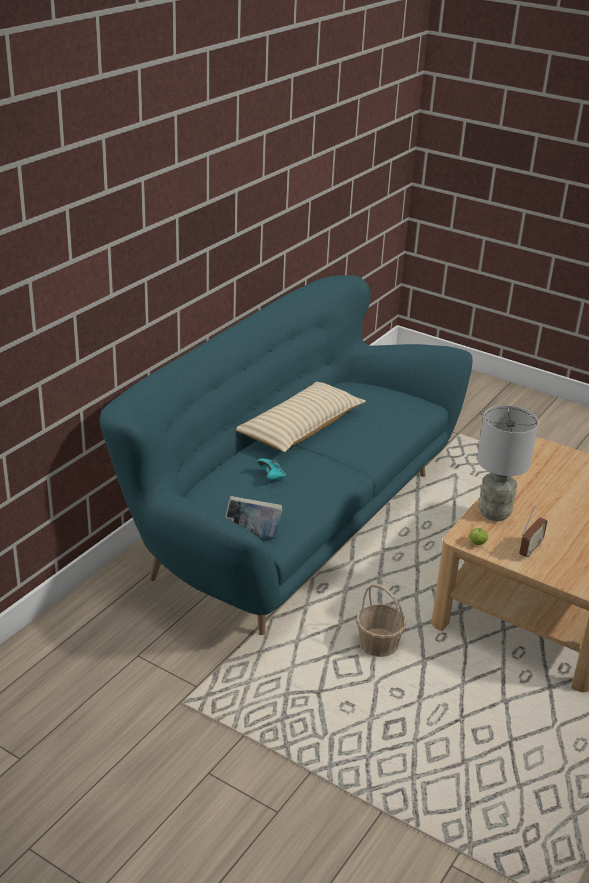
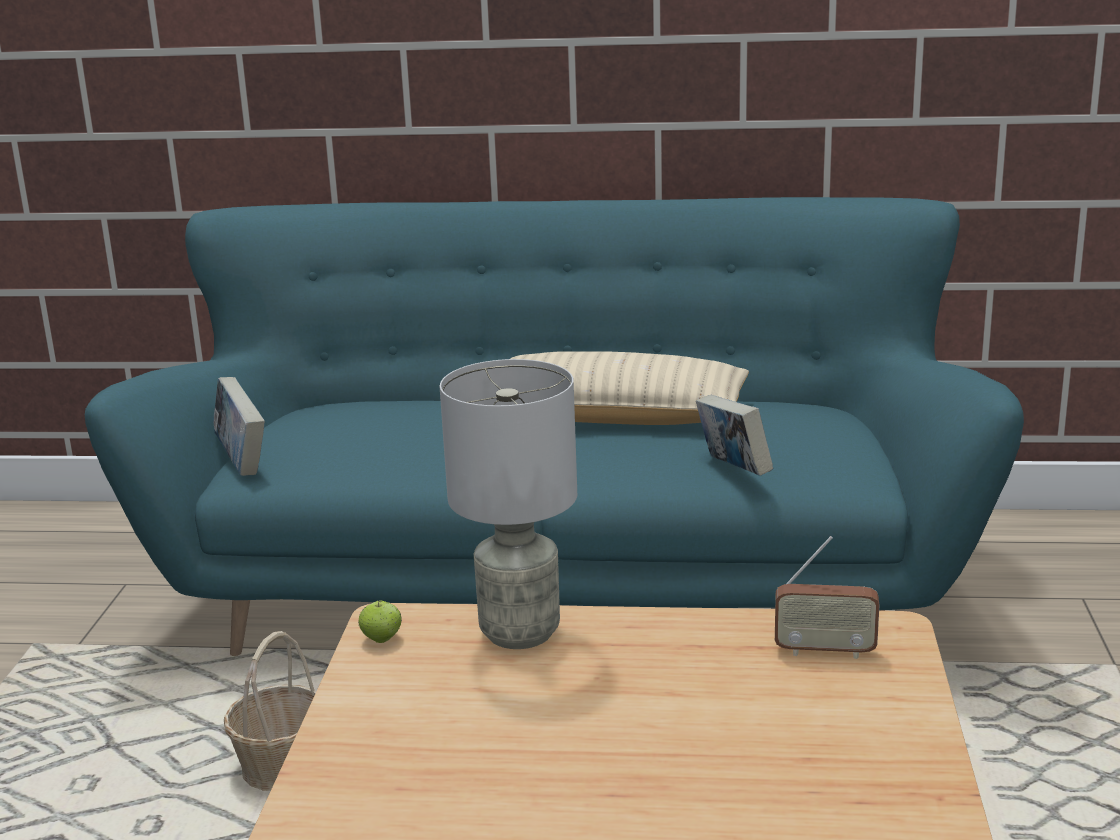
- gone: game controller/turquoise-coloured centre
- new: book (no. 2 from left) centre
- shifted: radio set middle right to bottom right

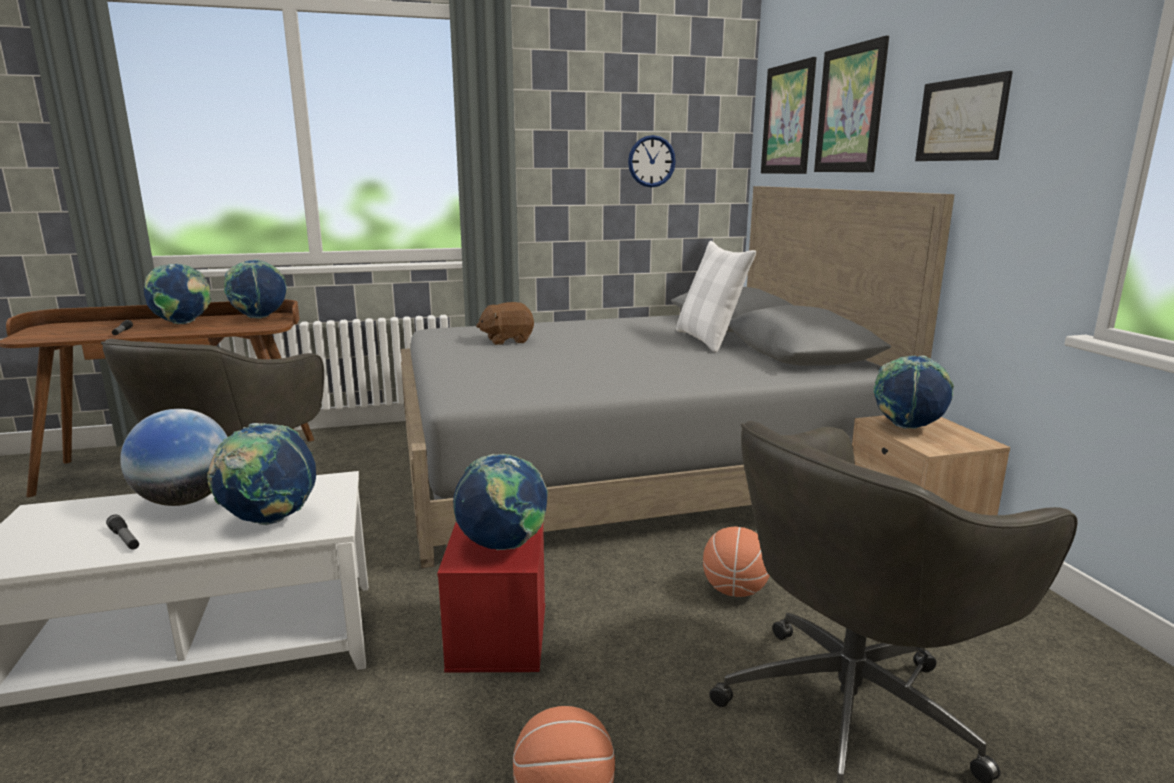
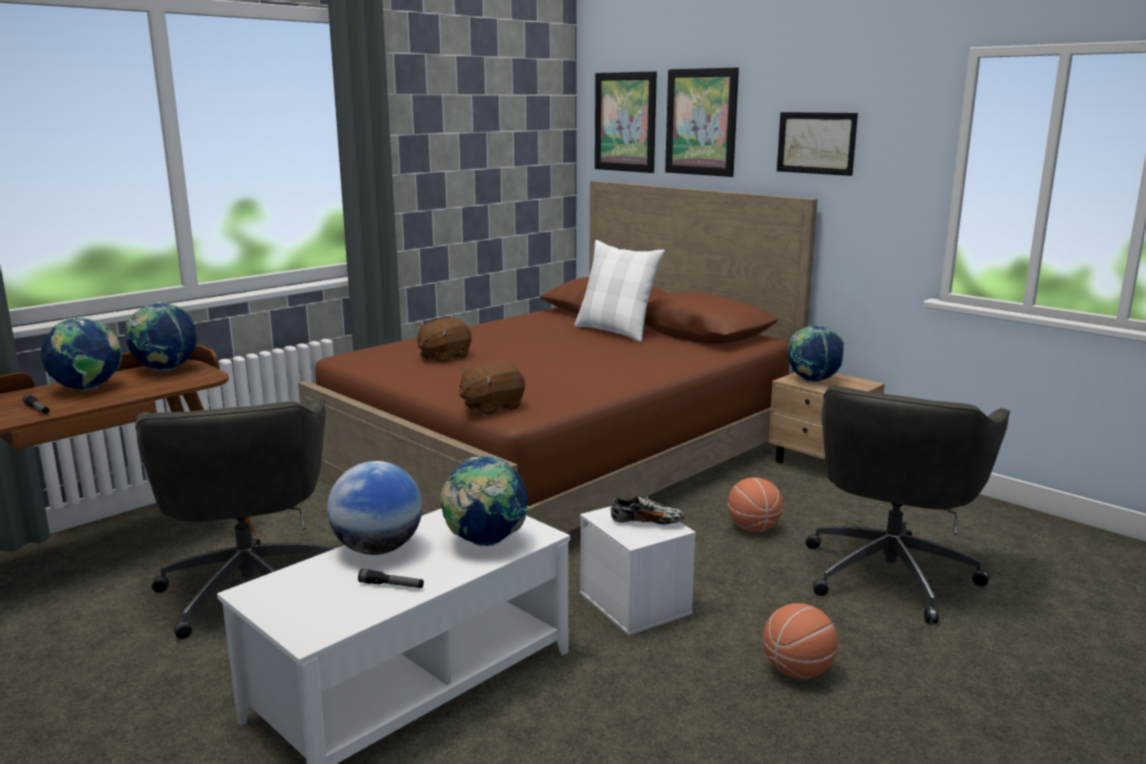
- gone: hanging clock top centre
- new: plush toy/brown-coloured (no. 2 from left) centre
- swapped: globe (no. 5 from left) centre to shoe bottom centre
- repainted: sleeping bed/greyish centre to sleeping bed/brown-coloured centre
- repainted: storage bin/red bottom centre to storage bin/whitish bottom centre

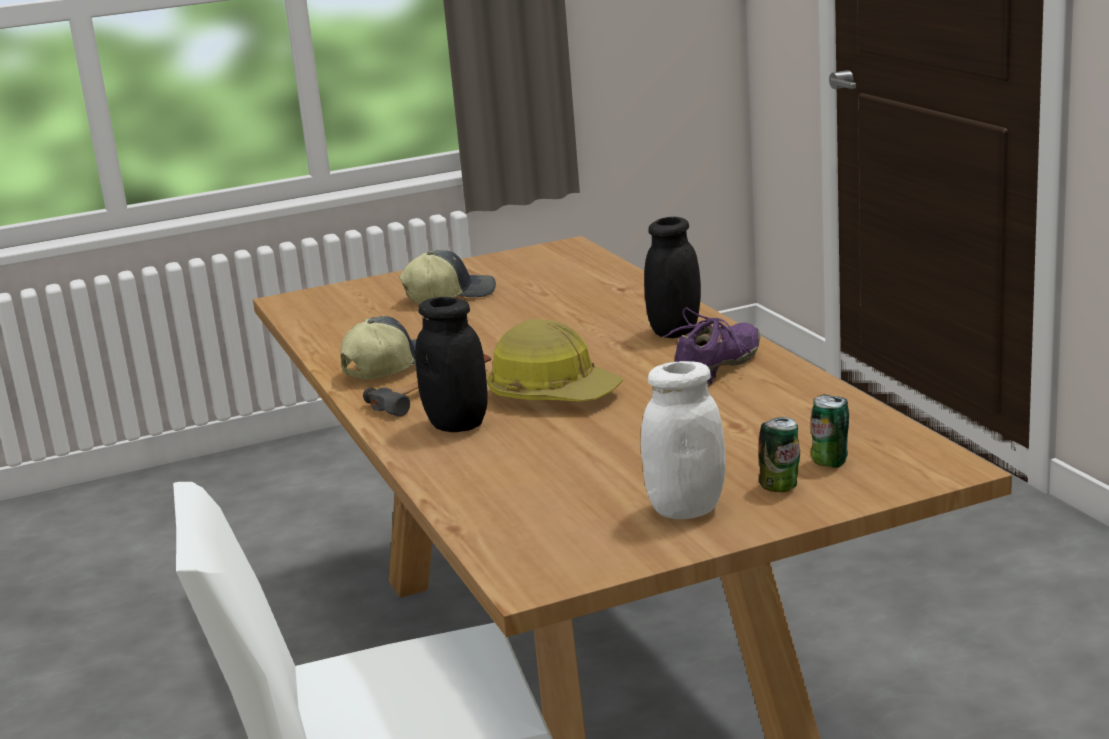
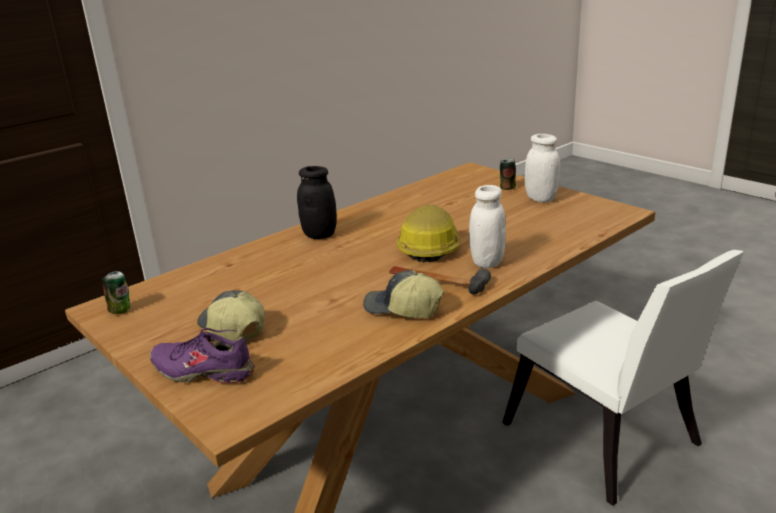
- shifted: shoe/purple centre to bottom left
- shifted: metal can (no. 2 from left in the first image) middle right to metal can (no. 1 from left) middle left
- repainted: jar/black (no. 1 from left) centre to jar/whitish (no. 1 from left) centre

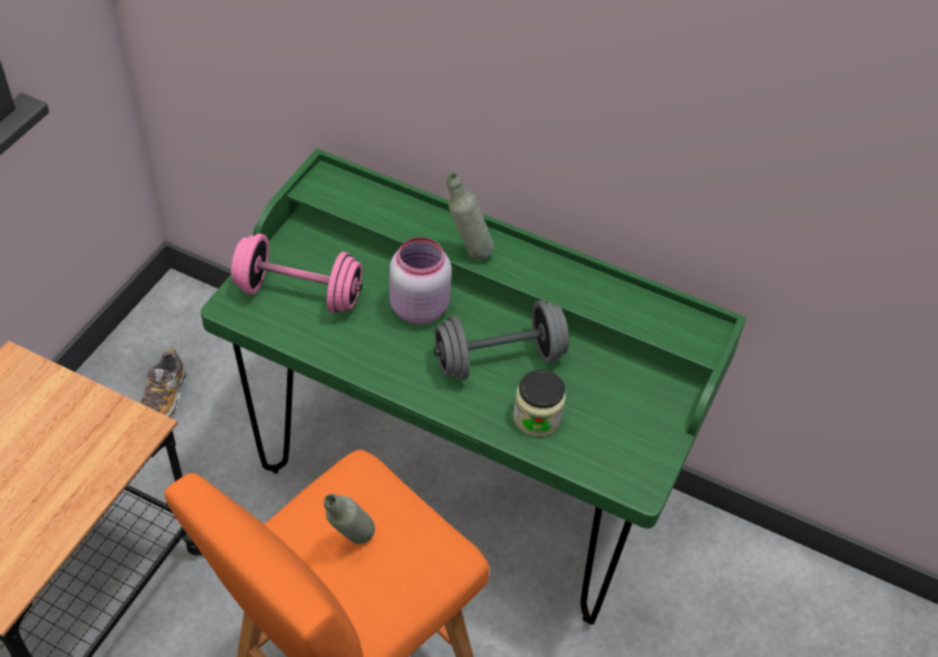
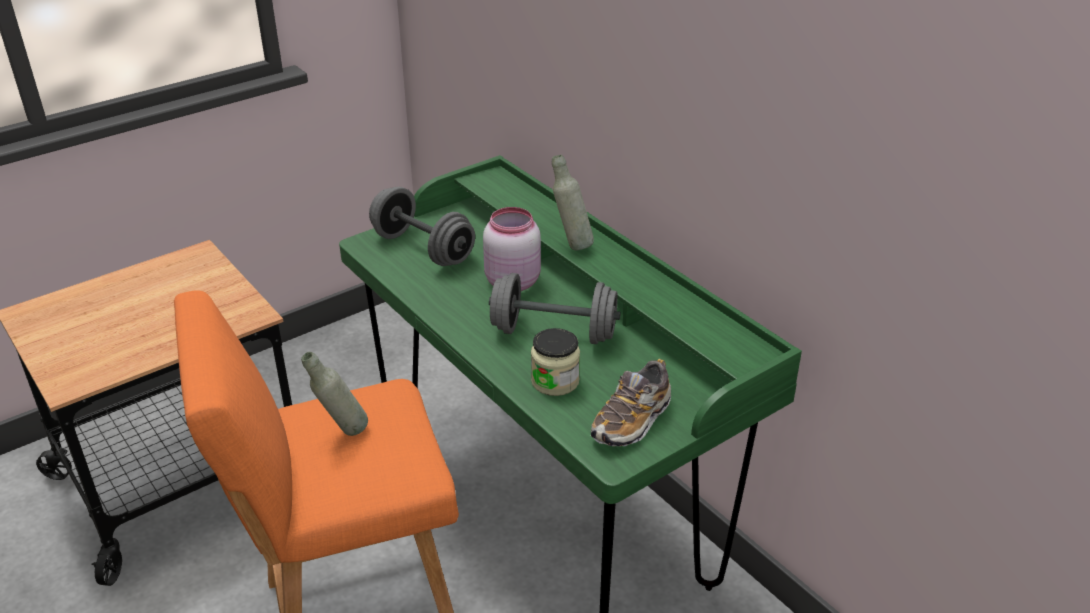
- shifted: shoe middle left to centre
- repainted: hand weight/pink middle left to hand weight/greyish (no. 1 from left) centre

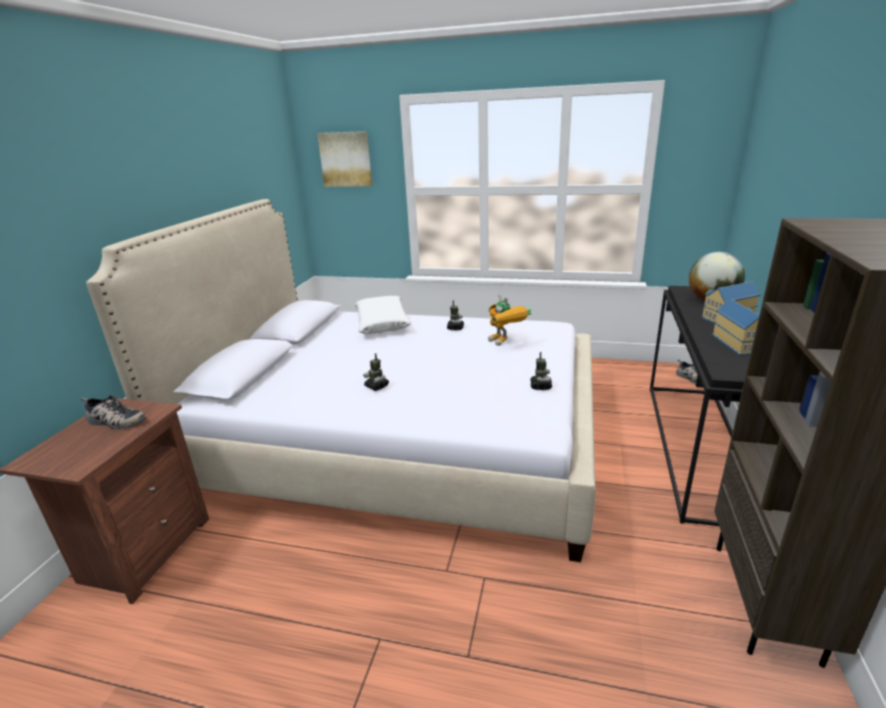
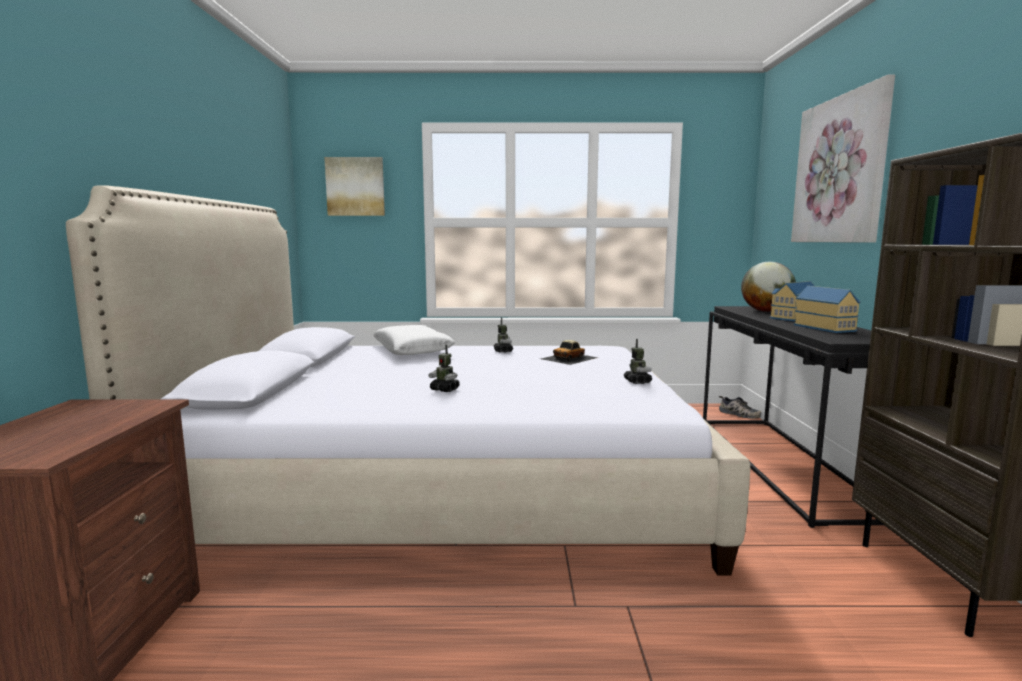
- gone: shoe (no. 1 from left) middle left
- new: wall art (no. 2 from left) top right
- swapped: model robot (no. 3 from left) centre to toy car centre

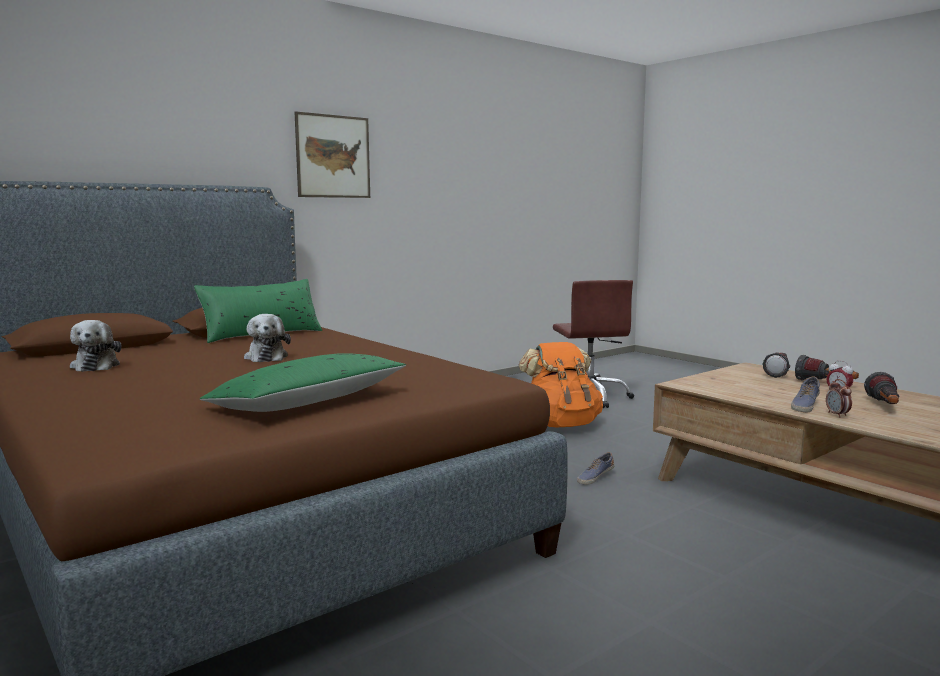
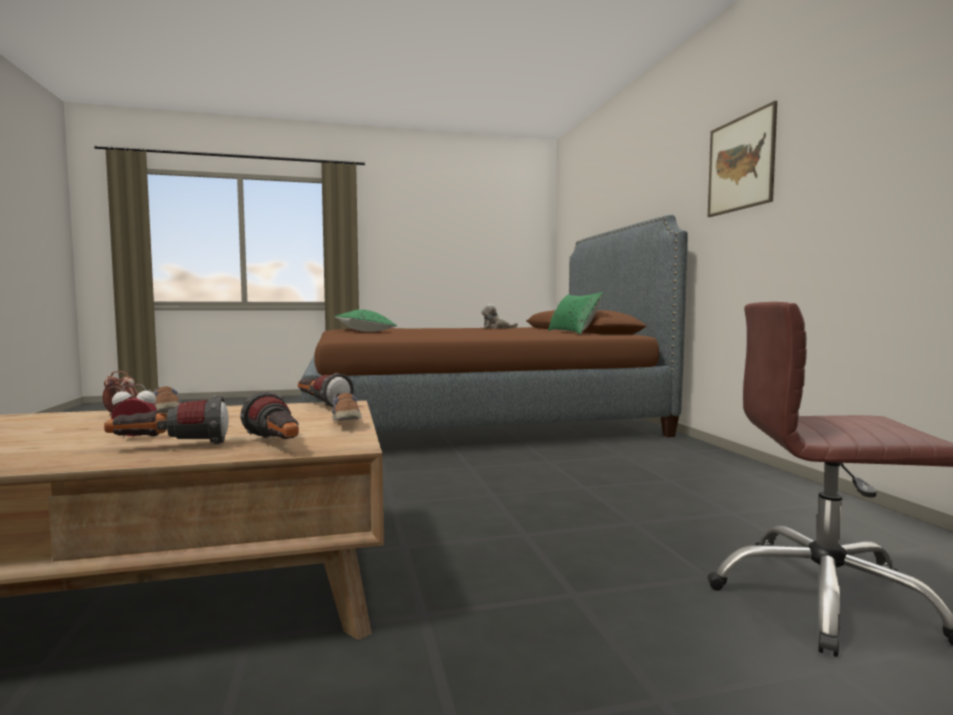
- gone: plush toy (no. 2 from left) middle left
- gone: rucksack/orangey centre
- shifted: shoe (no. 1 from left in the first image) bottom centre to shoe (no. 2 from left) centre
- shifted: hand torch (no. 3 from left) middle right to centre

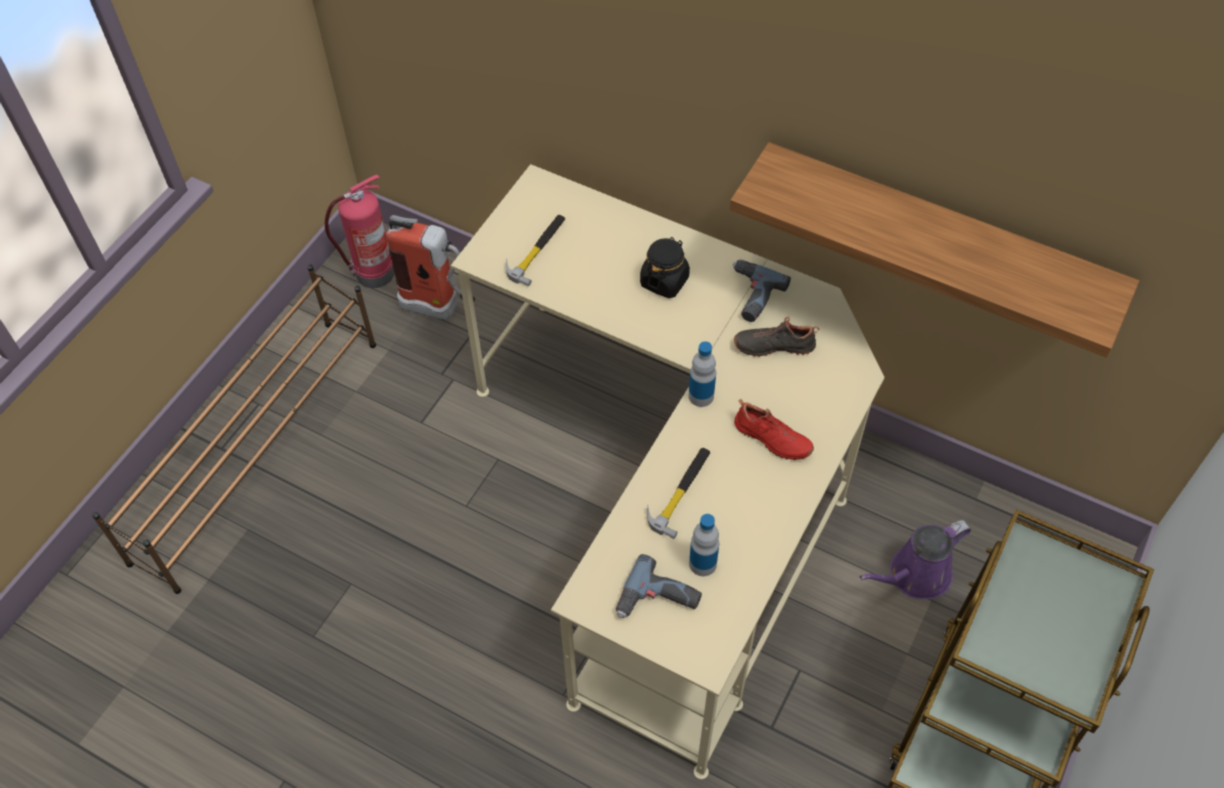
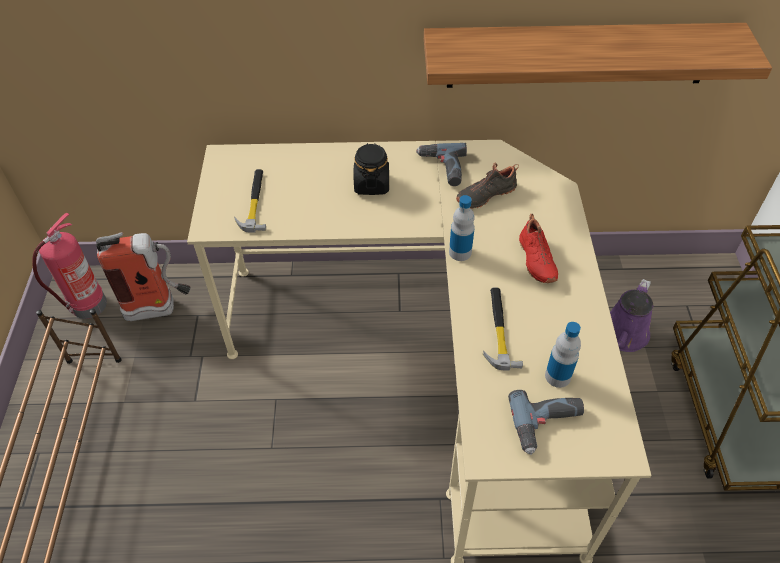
- rotated: shoe/red centre = middle right 75 degrees clockwise

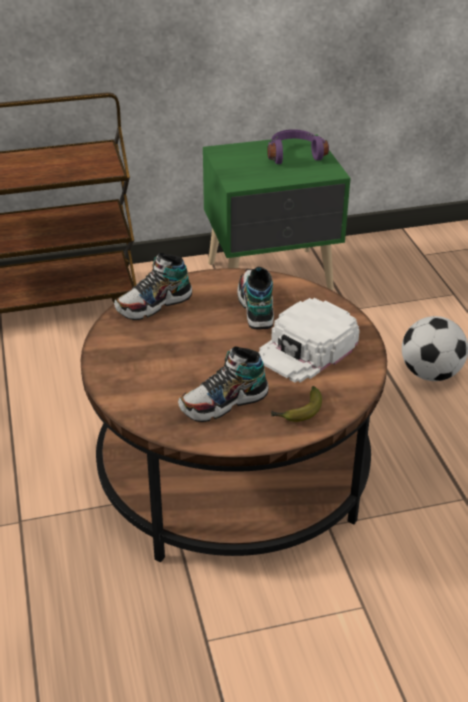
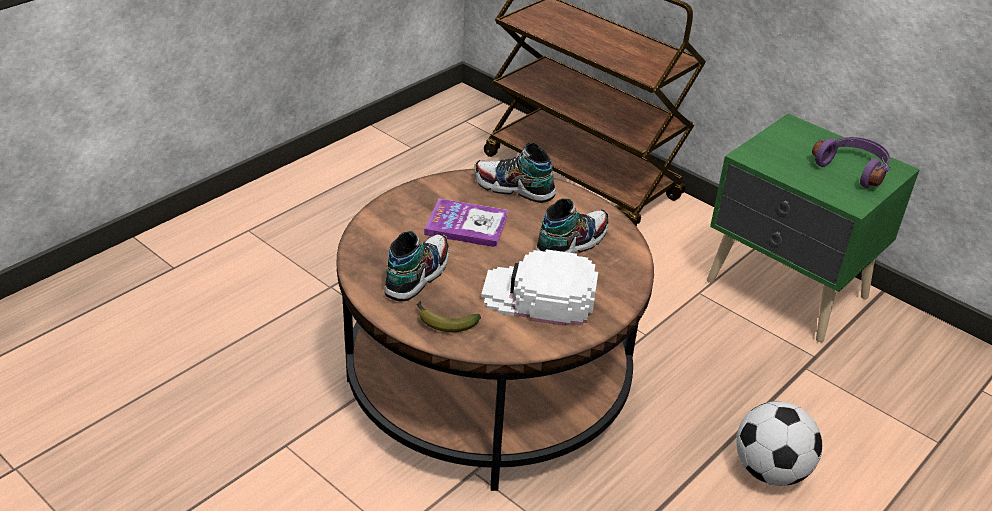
- new: book centre
- rotated: shoe (no. 2 from left in the first image) centre = centre 90 degrees clockwise

